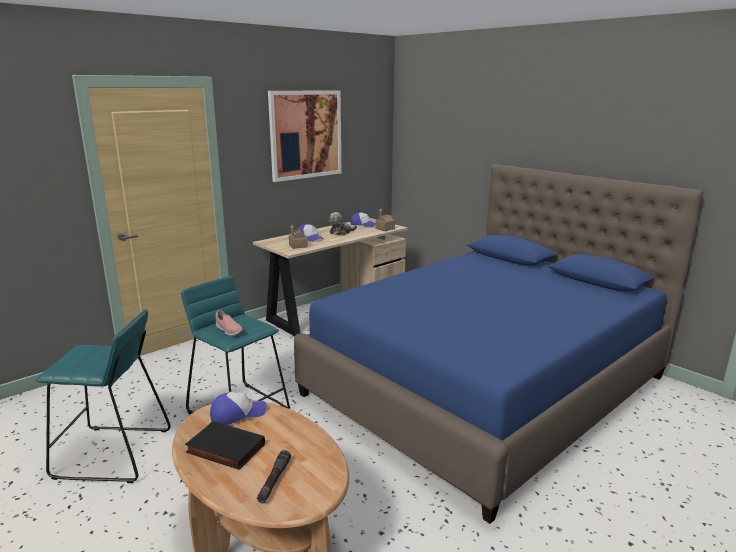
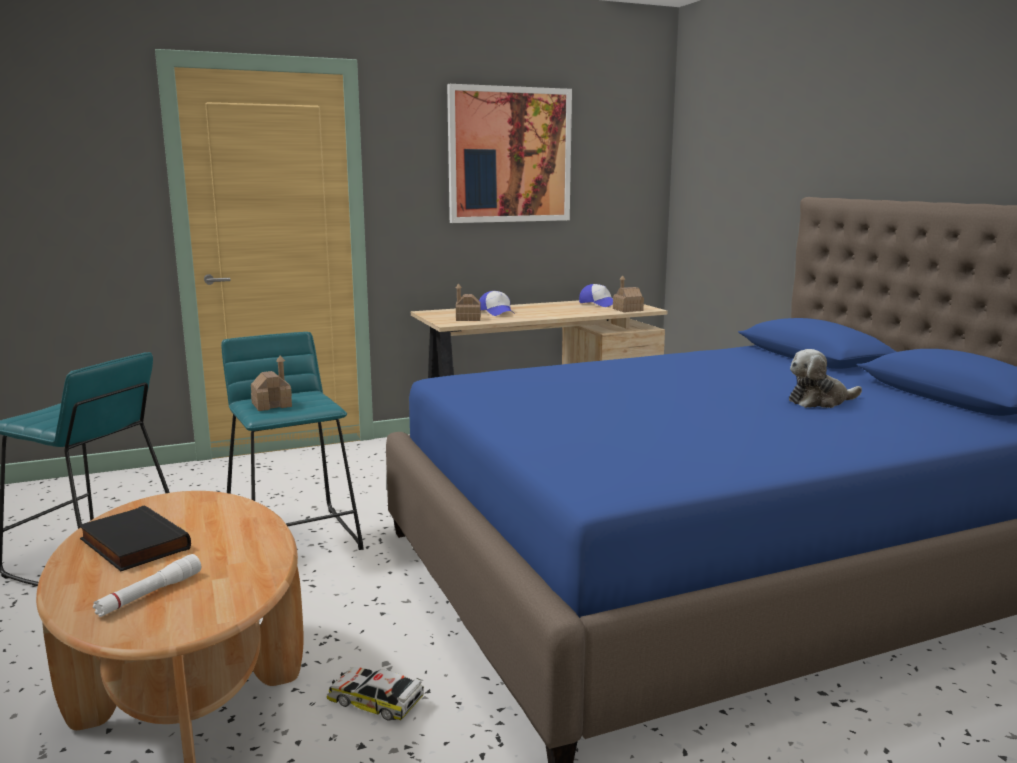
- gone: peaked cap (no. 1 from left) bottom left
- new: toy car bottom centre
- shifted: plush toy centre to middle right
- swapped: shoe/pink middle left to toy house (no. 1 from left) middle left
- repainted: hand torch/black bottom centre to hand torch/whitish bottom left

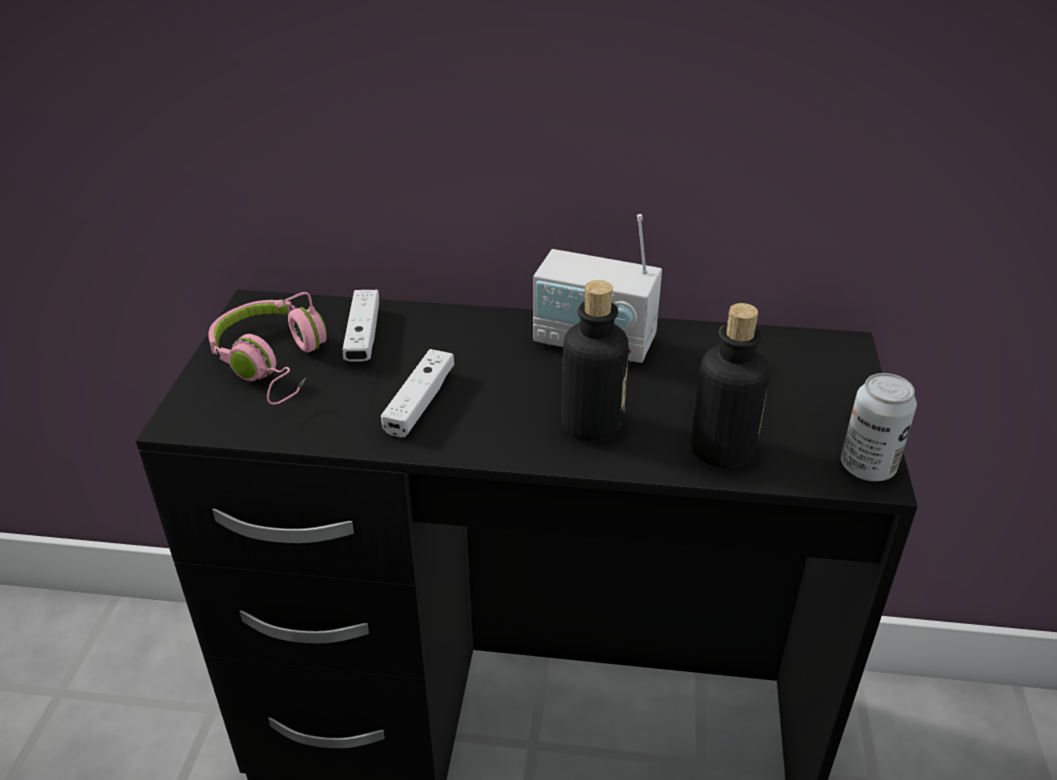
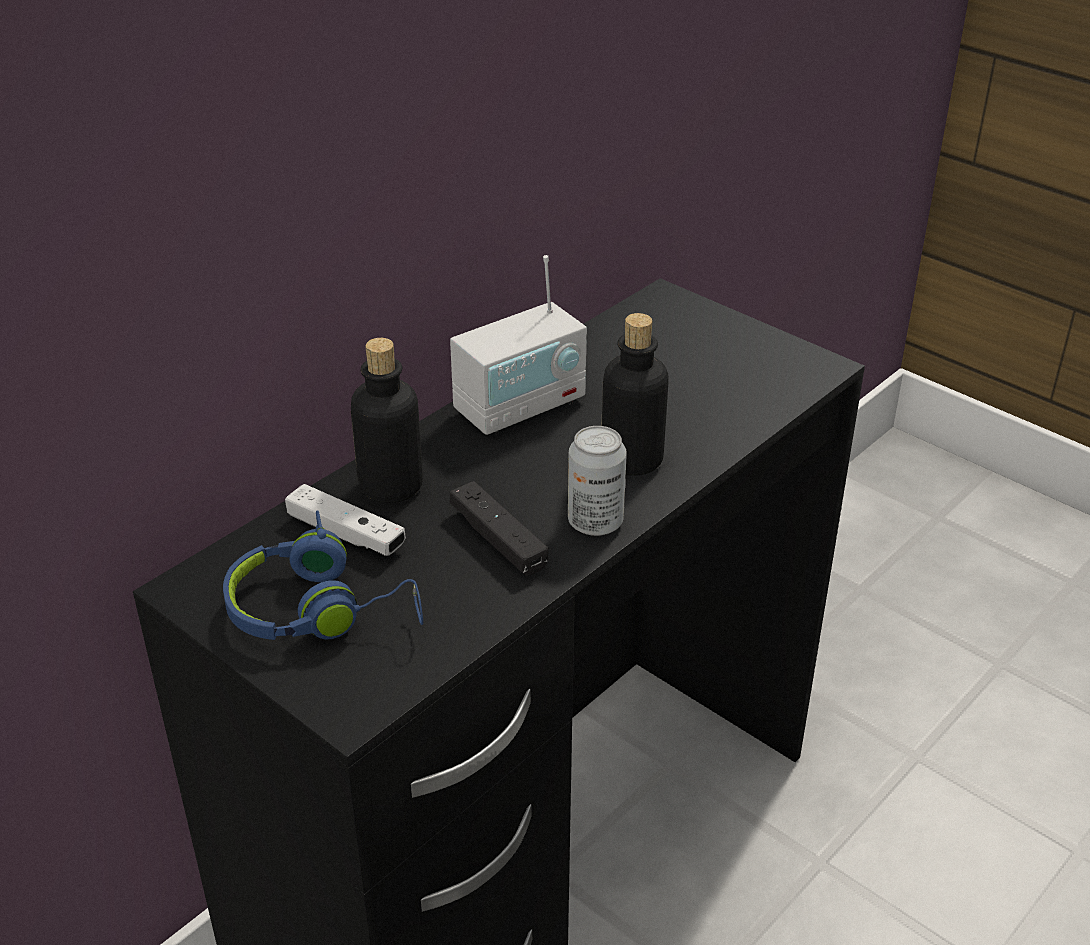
- shifted: bottle (no. 2 from left in the first image) middle right to bottle (no. 1 from left) centre
- shifted: metal can middle right to centre
- repainted: pair of headphones/pink middle left to pair of headphones/blue middle left
- repainted: game controller/whitish (no. 2 from left) centre to game controller/black centre

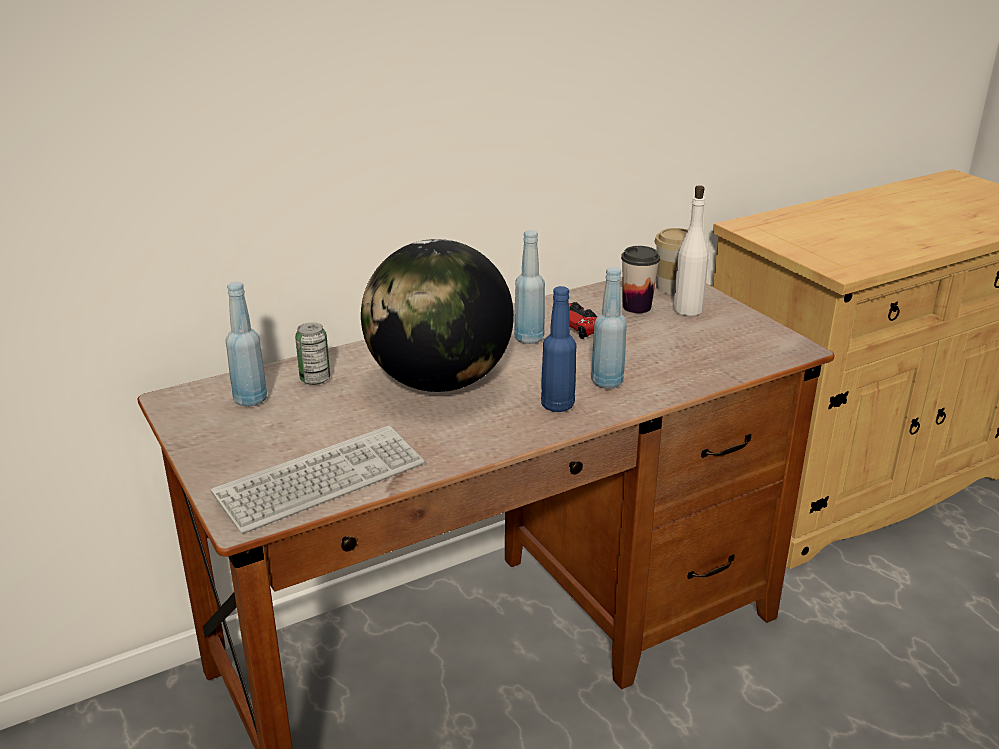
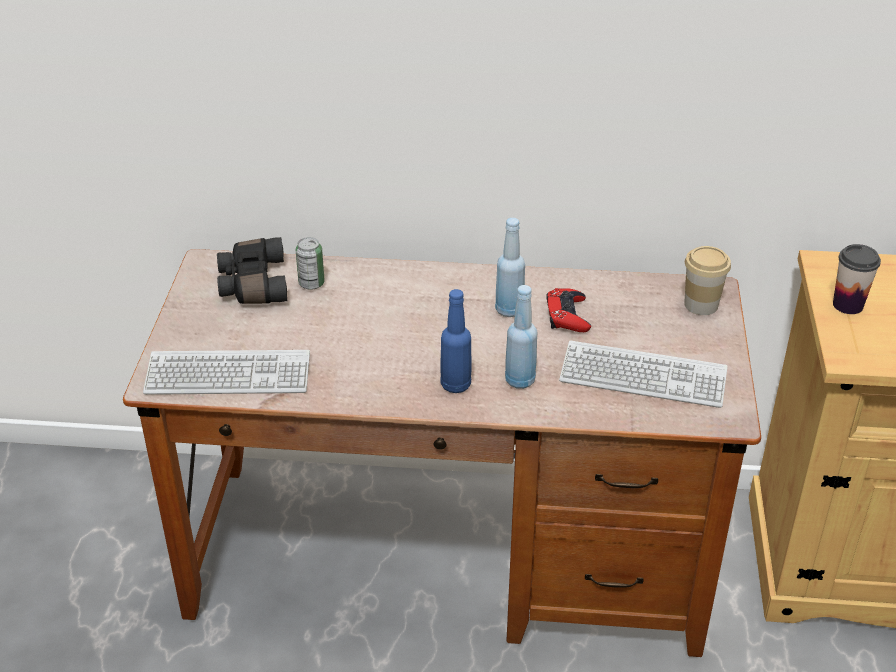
- gone: globe centre
- gone: bottle/whitish middle right
- new: PC keyboard (no. 2 from left) middle right
- shifted: cup (no. 1 from left in the first image) centre to cup (no. 2 from left) middle right
- swapped: bottle/blue (no. 1 from left) middle left to field glasses/black middle left

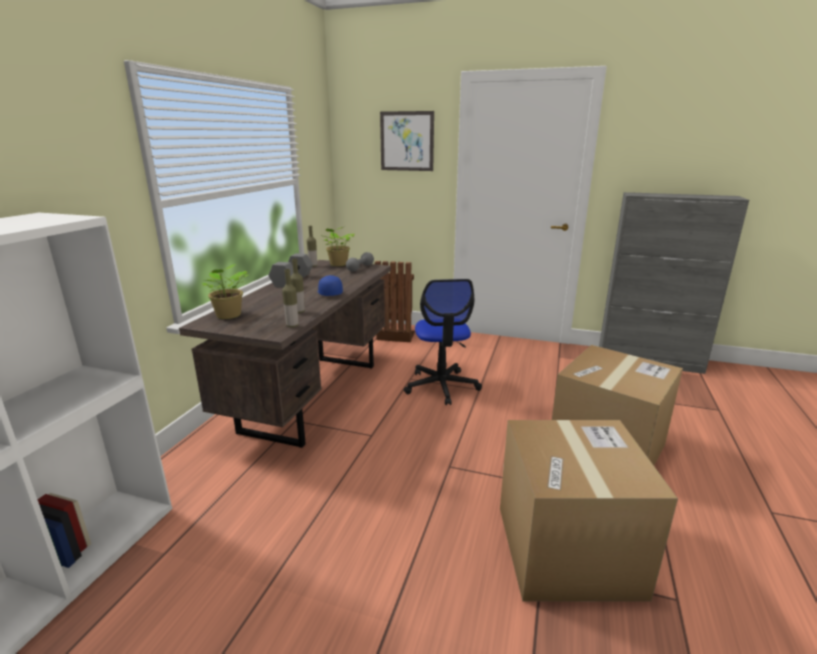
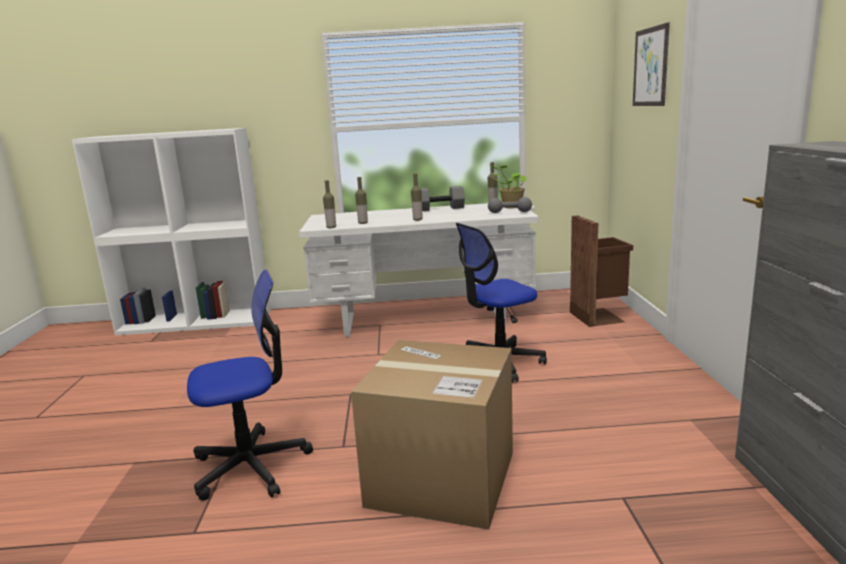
- gone: houseplant (no. 1 from left) middle left
- swapped: peaked cap/blue centre to bottle (no. 3 from left) centre
- swapped: cardboard box (no. 1 from left) bottom right to desk chair (no. 1 from left) bottom left
- repainted: desk table/brown-coloured centre to desk table/whitish centre

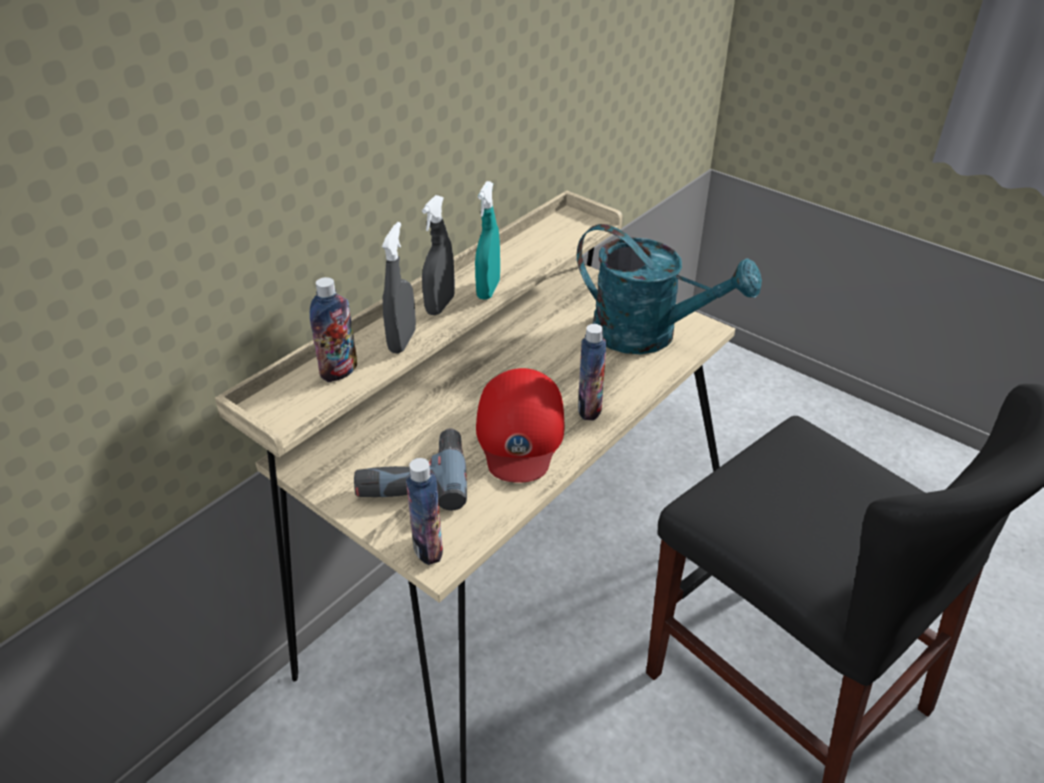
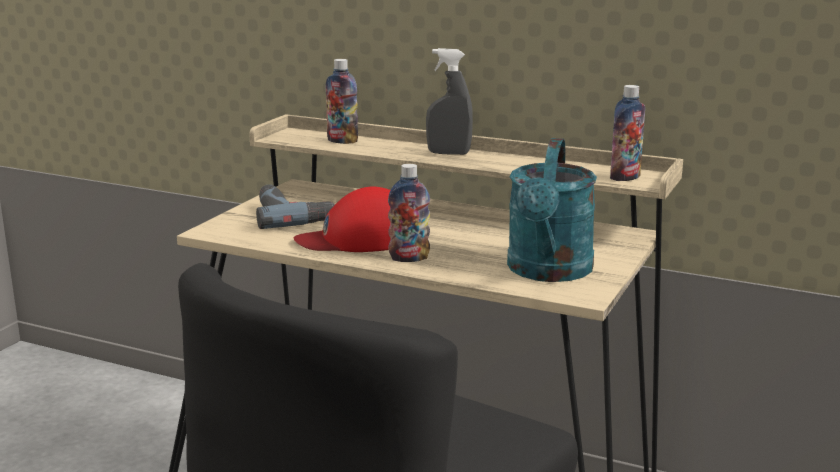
- gone: sprayer/greyish (no. 1 from left) centre
- gone: sprayer/turquoise-coloured top centre
- shifted: bottle (no. 2 from left in the first image) centre to bottle (no. 3 from left) top right

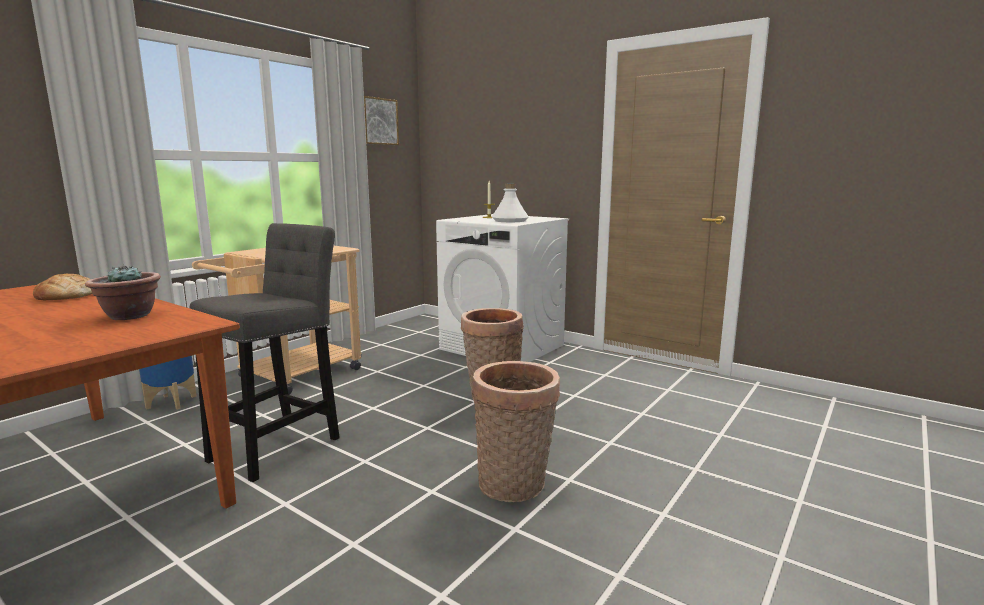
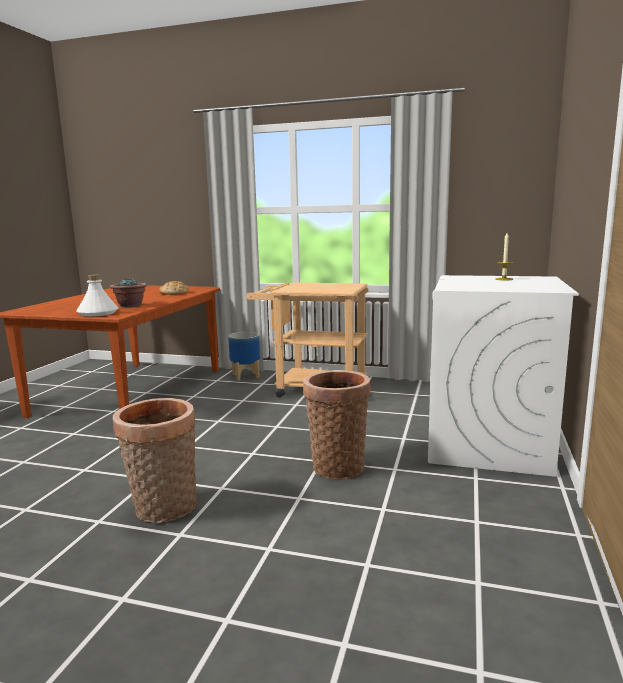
- gone: stool/greyish middle left
- gone: wall art top centre
- shifted: bottle/whitish centre to middle left

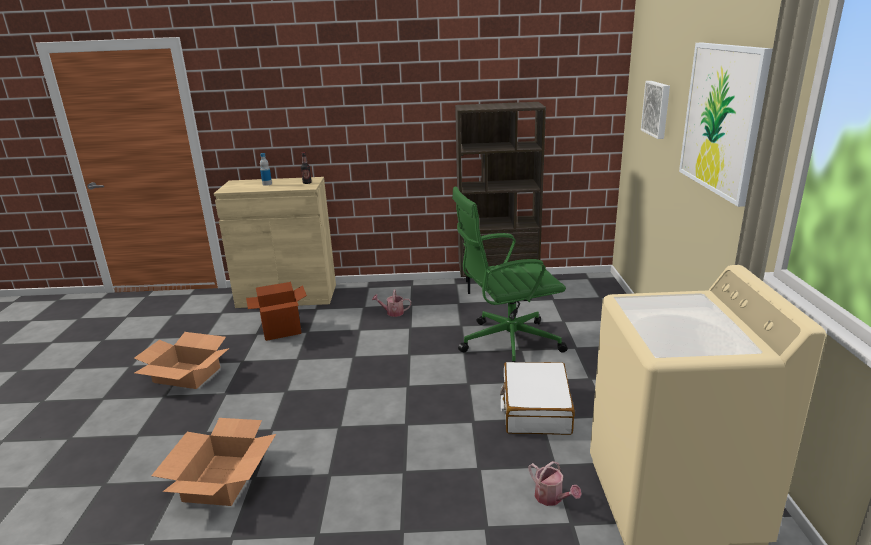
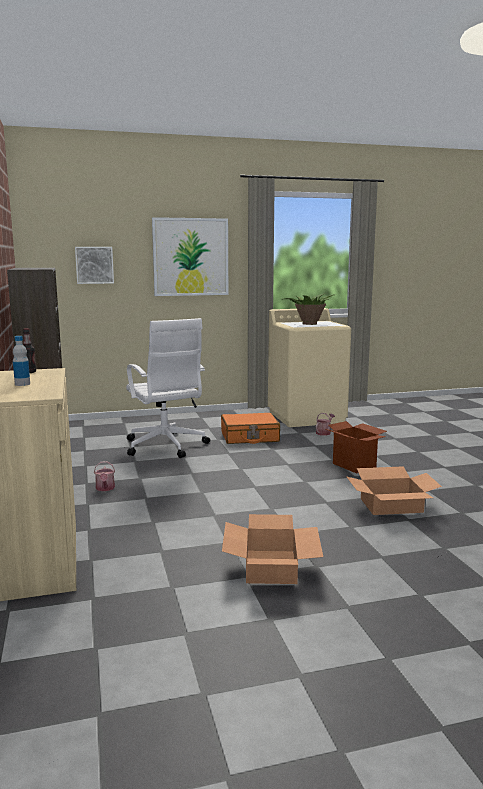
- new: houseplant centre
- shifted: cardboard box (no. 3 from left in the first image) middle left to cardboard box (no. 2 from left) middle right
- repainted: desk chair/greenish centre to desk chair/whitish centre
- repainted: travel case/whitish bottom centre to travel case/orangey centre

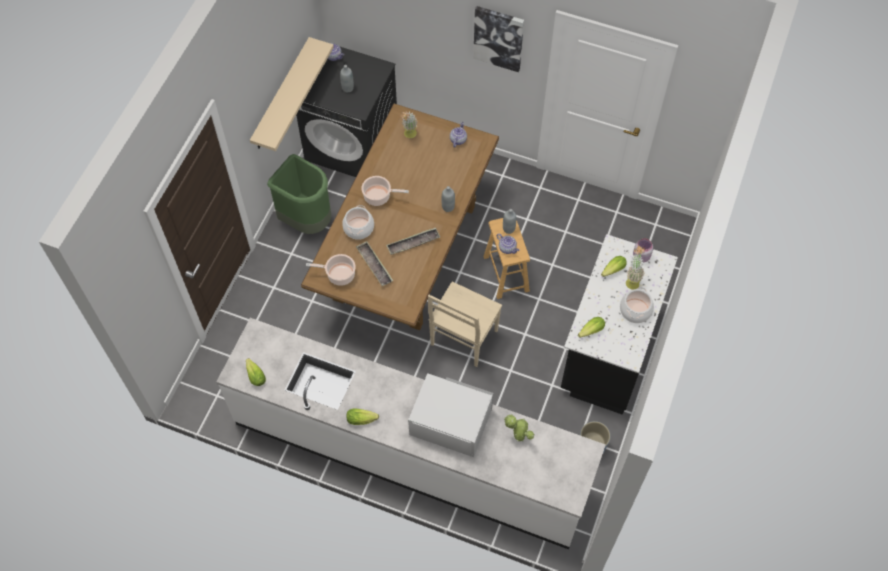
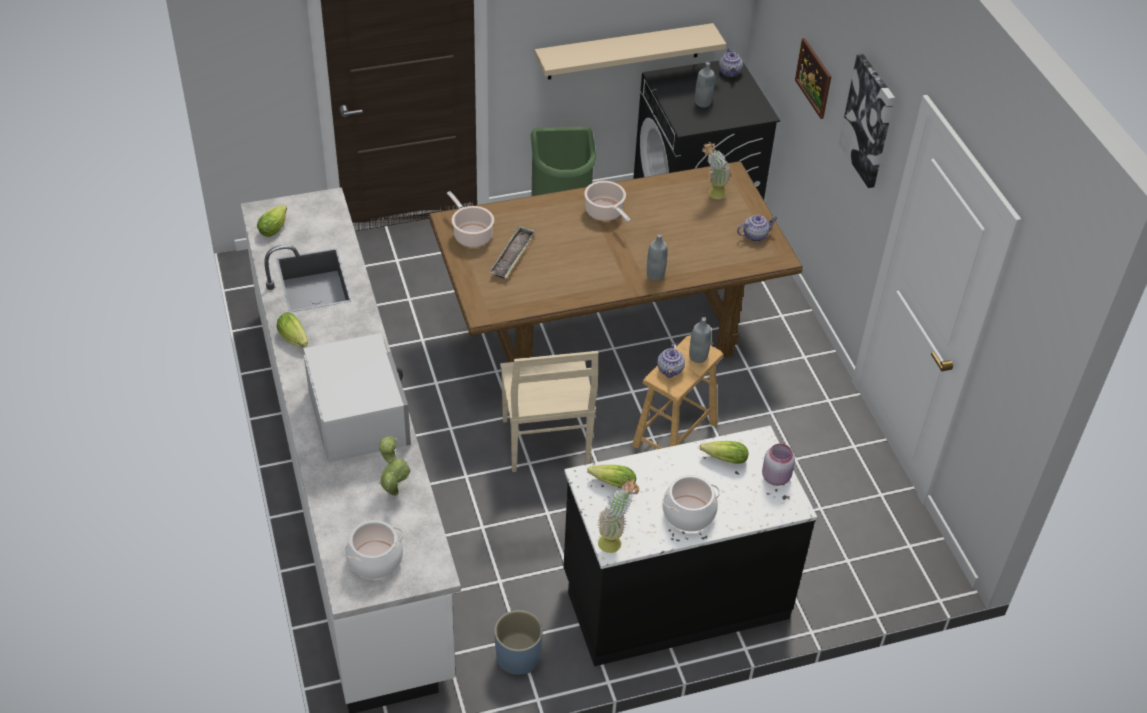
- gone: tray (no. 2 from left) centre
- new: wall art (no. 1 from left) top right
- shifted: stockpot (no. 2 from left in the first image) centre to stockpot (no. 1 from left) bottom left
- shifted: houseplant (no. 3 from left in the first image) middle right to houseplant (no. 2 from left) bottom centre
- rotated: upright chair/sand-coloured centre = centre 90 degrees counterclockwise

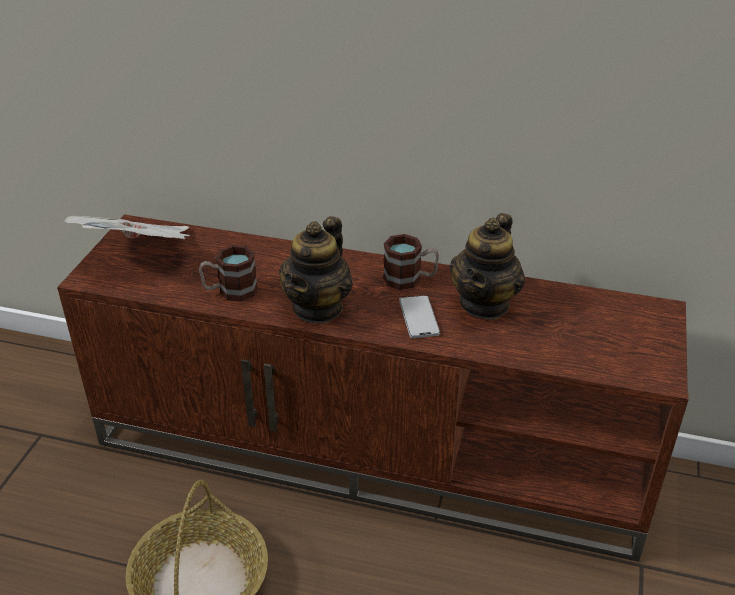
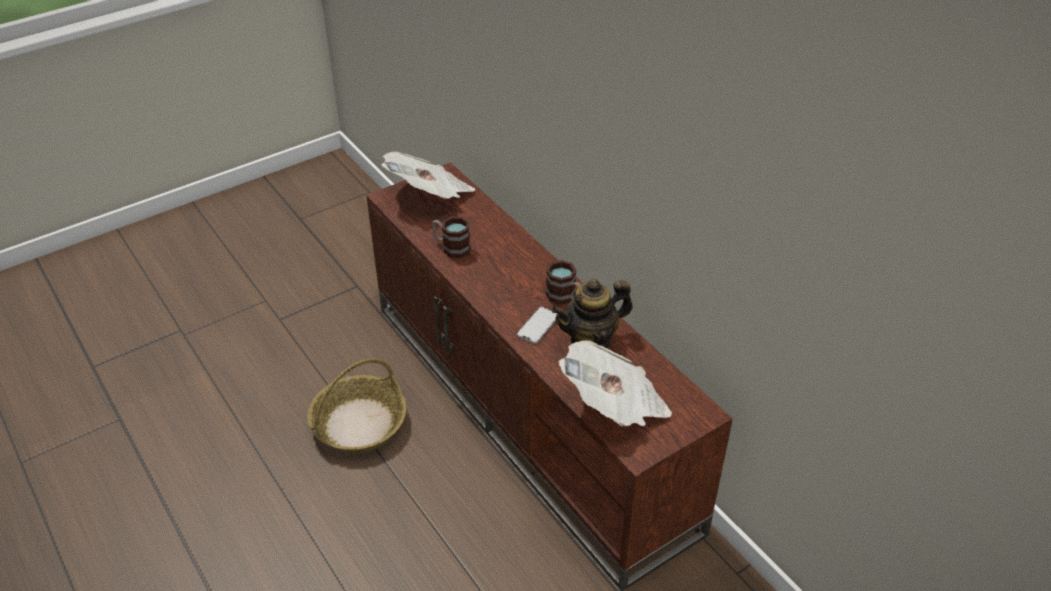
- gone: pot for tea (no. 1 from left) centre
- new: daily paper (no. 2 from left) centre

